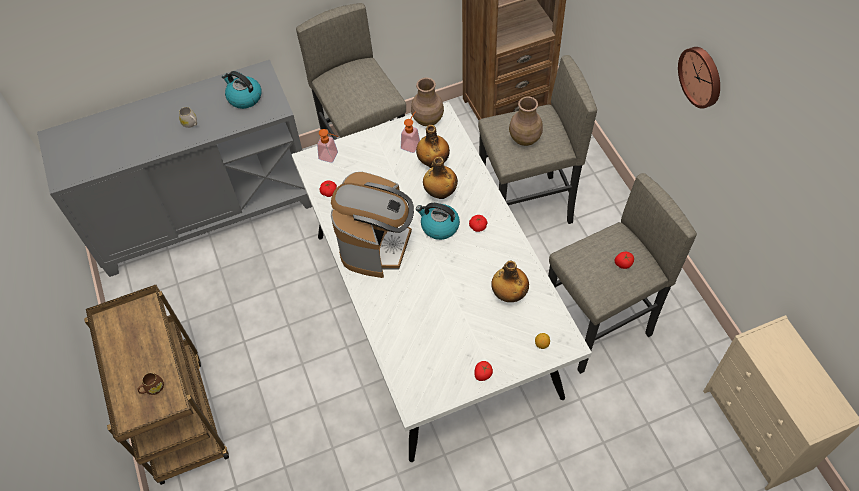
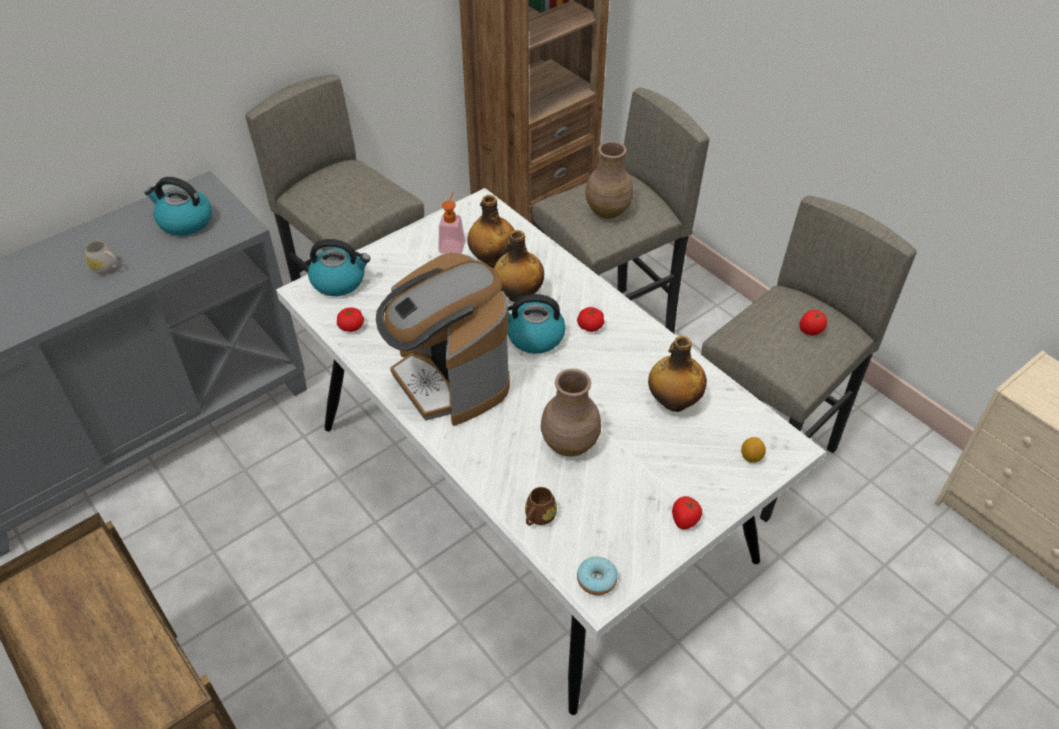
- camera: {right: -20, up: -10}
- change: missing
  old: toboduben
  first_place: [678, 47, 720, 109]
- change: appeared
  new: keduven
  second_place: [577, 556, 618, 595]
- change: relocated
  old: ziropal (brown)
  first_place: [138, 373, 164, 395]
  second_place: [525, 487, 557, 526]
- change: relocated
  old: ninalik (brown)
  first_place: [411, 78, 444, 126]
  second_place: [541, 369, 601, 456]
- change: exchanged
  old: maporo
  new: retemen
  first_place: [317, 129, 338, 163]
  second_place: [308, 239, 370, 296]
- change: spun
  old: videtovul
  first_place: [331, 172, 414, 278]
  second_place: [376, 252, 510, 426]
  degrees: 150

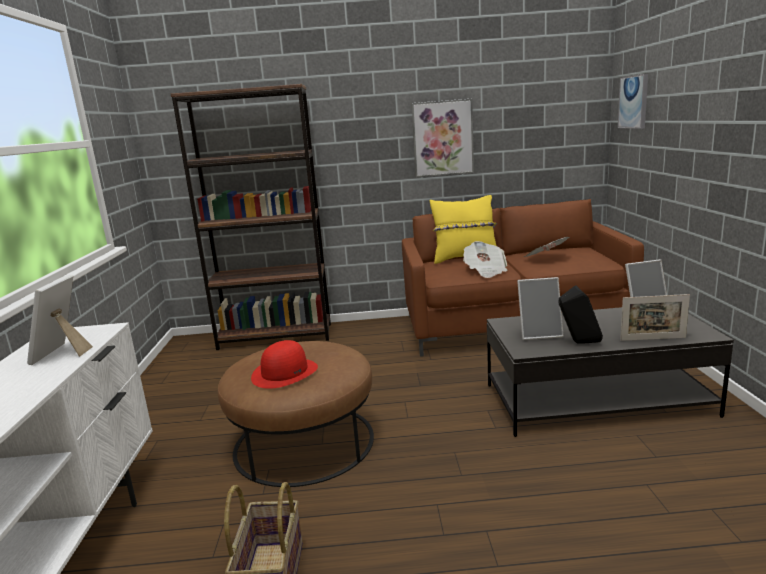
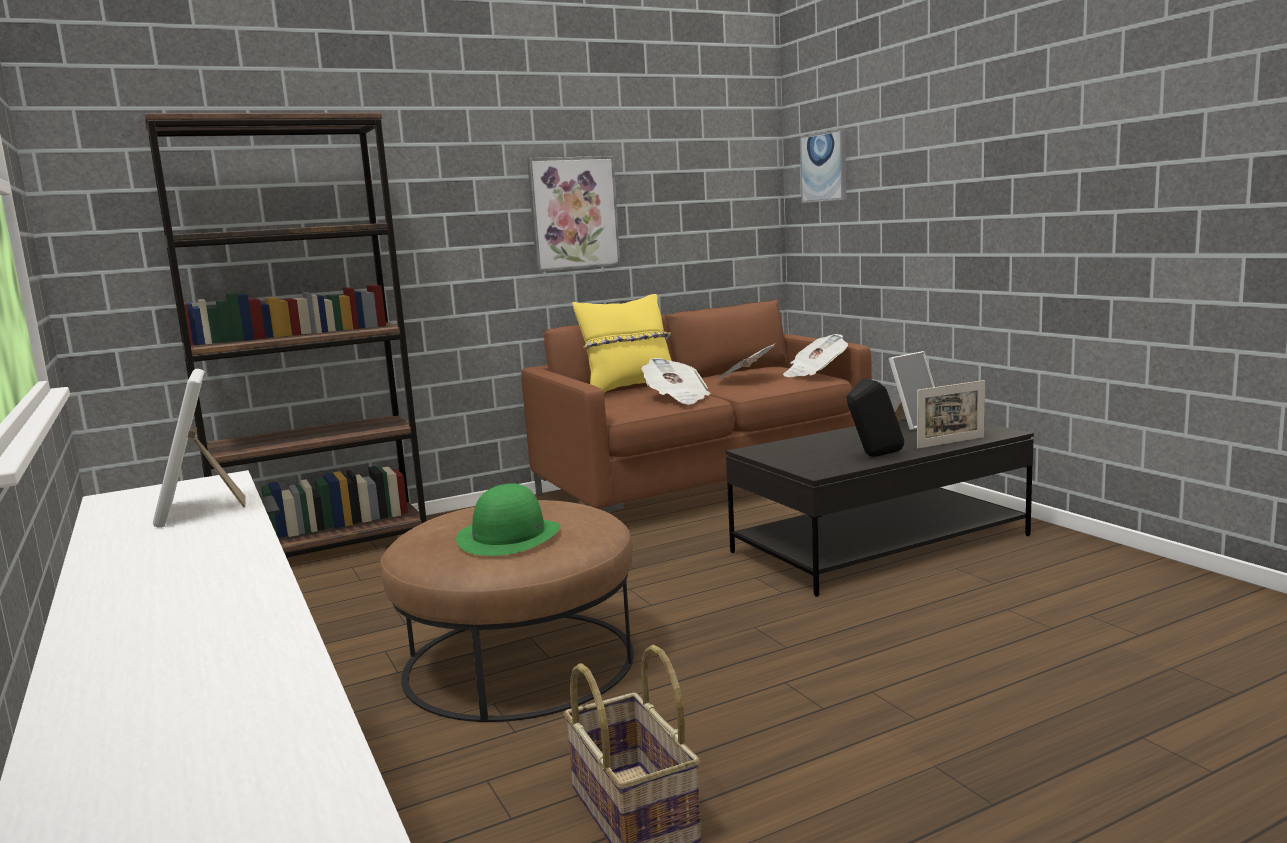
- camera: {right: -25, up: -5}
- change: missing
  old: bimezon
  first_place: [517, 277, 564, 340]
- change: appeared
  new: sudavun
  second_place: [783, 334, 848, 377]
- change: colour
  old: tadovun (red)
  new: tadovun (green)
  first_place: [251, 340, 318, 389]
  second_place: [456, 483, 561, 556]

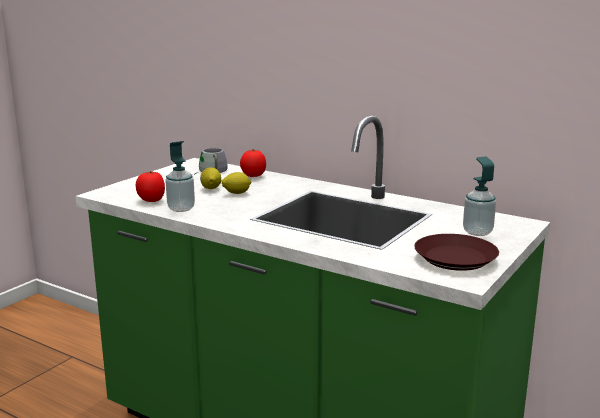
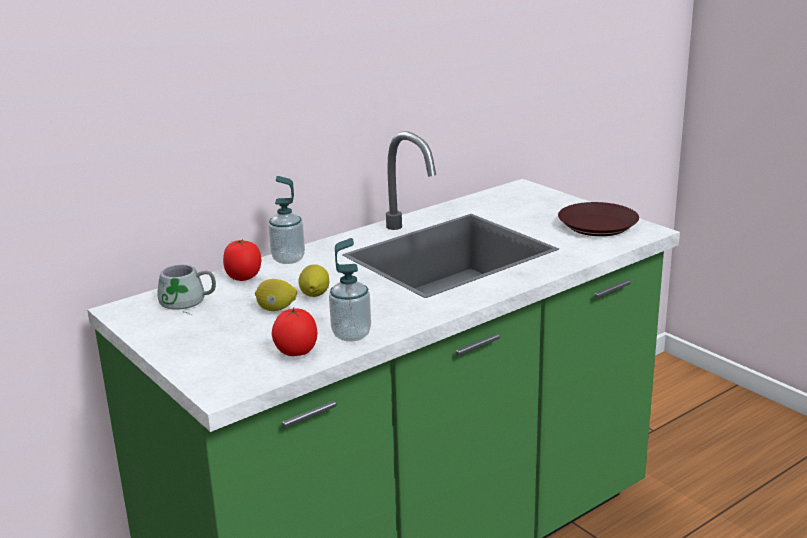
- camera: {right: -70, up: 5}
- change: relocated
  old: maporo
  first_place: [463, 156, 496, 236]
  second_place: [268, 176, 305, 264]

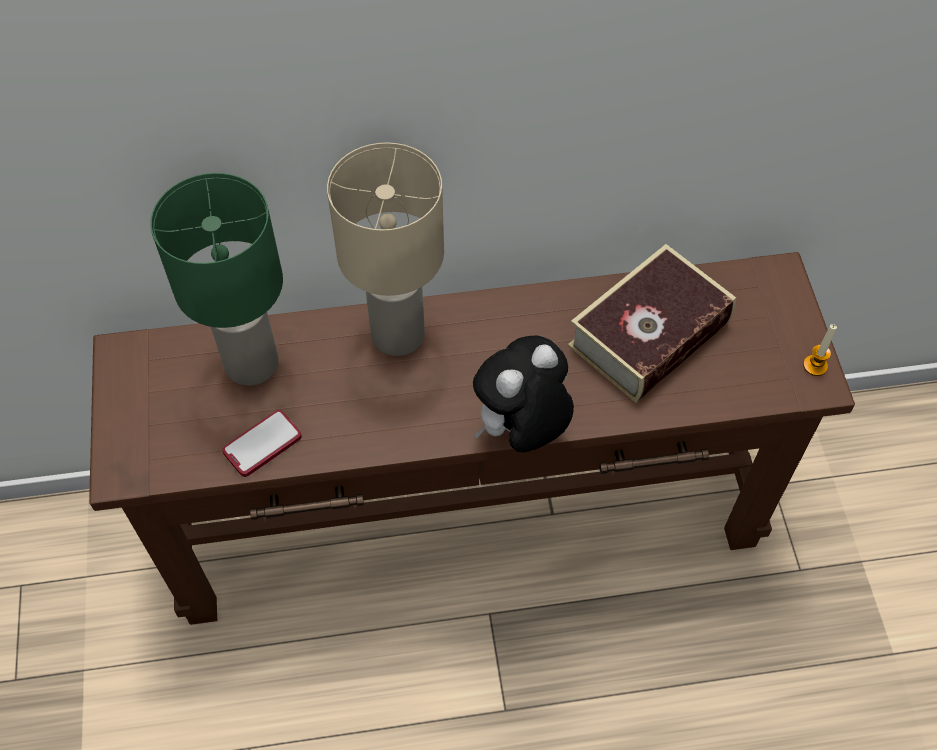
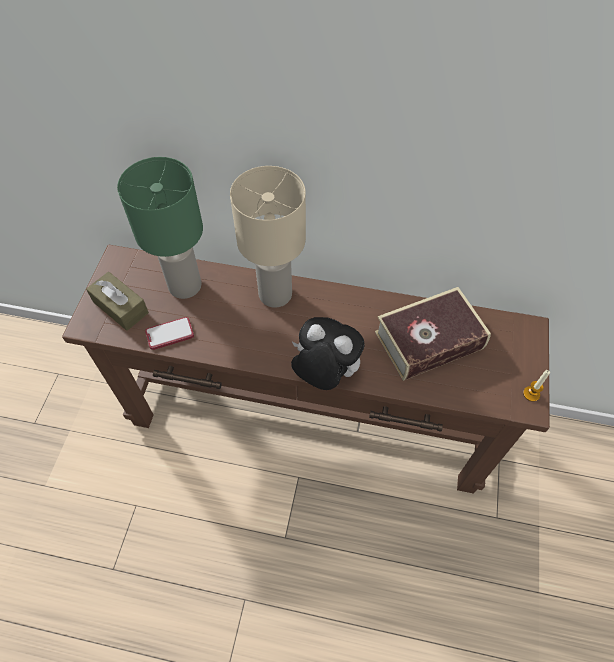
- camera: {right: 20, up: 0}
- change: appeared
  new: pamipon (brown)
  second_place: [86, 272, 149, 331]
- change: spun
  old: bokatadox
  first_place: [473, 335, 574, 452]
  second_place: [291, 317, 365, 390]
  degrees: 45

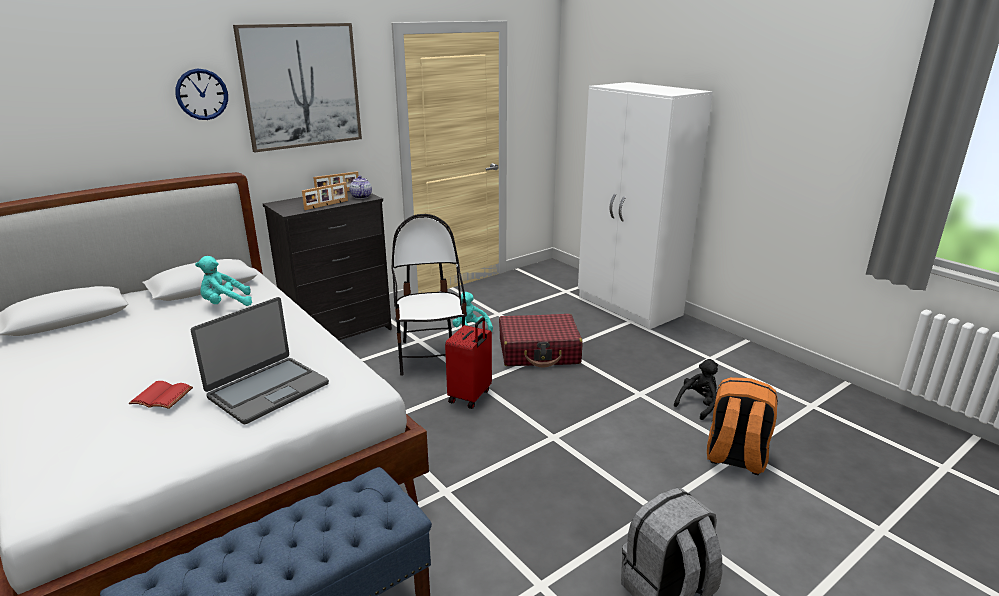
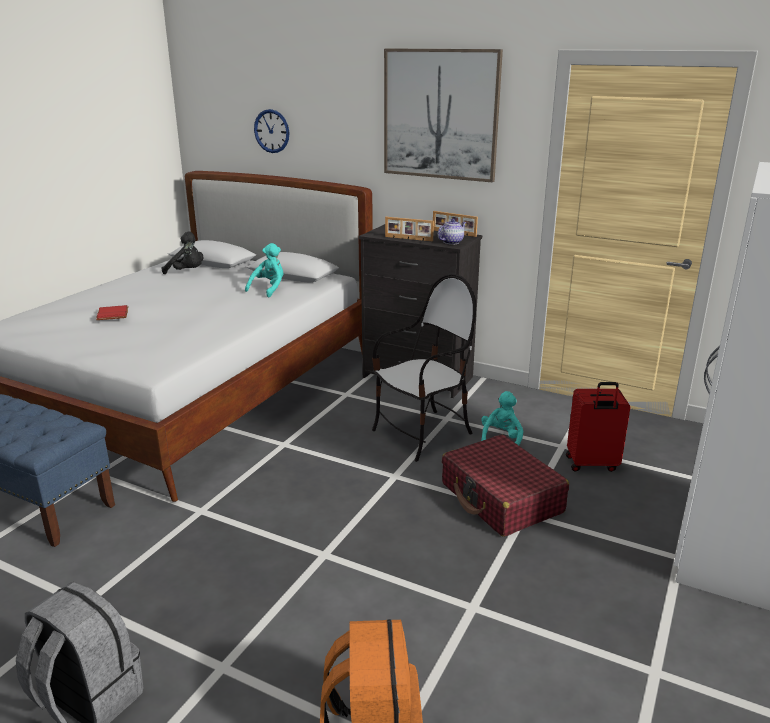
- camera: {right: 65, up: 0}
- change: missing
  old: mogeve
  first_place: [191, 297, 329, 424]
- change: relocated
  old: toboduben
  first_place: [175, 68, 228, 120]
  second_place: [254, 109, 289, 153]
- change: relocated
  old: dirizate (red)
  first_place: [445, 317, 492, 409]
  second_place: [566, 382, 630, 472]
- change: relocated
  old: bokatadox (black)
  first_place: [674, 359, 718, 420]
  second_place: [162, 232, 203, 274]
- change: spun
  old: bokatadox (turquoise)
  first_place: [195, 256, 252, 306]
  second_place: [245, 243, 283, 297]
  degrees: 75

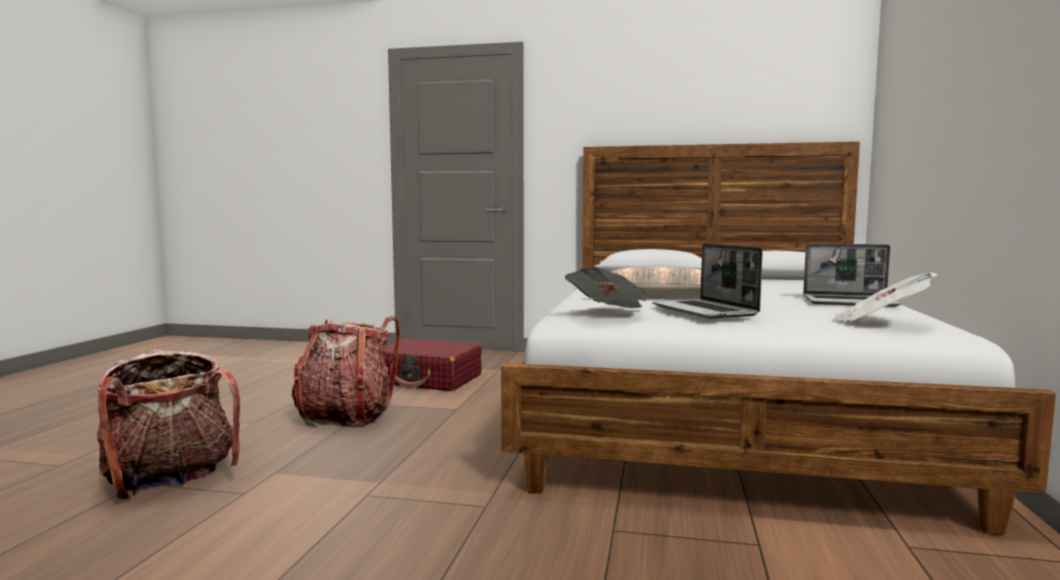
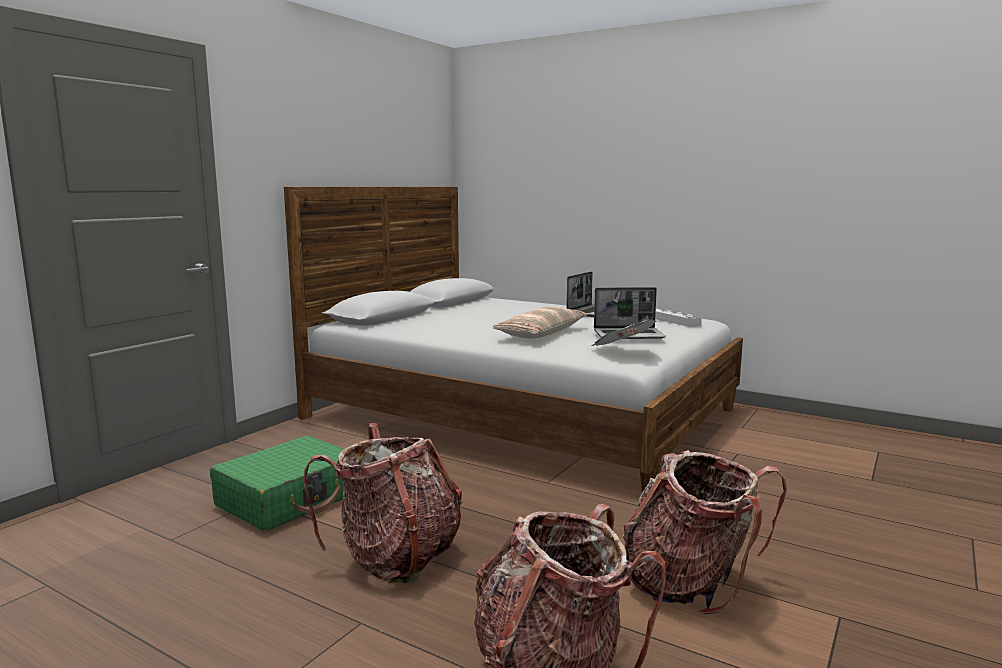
- camera: {right: -70, up: 5}
- change: appeared
  new: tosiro
  second_place: [623, 450, 787, 615]
- change: exchanged
  old: sudavun
  new: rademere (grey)
  first_place: [829, 272, 938, 321]
  second_place: [655, 309, 702, 327]
- change: colour
  old: dirizate (red)
  new: dirizate (green)
  first_place: [384, 338, 482, 391]
  second_place: [210, 436, 344, 531]

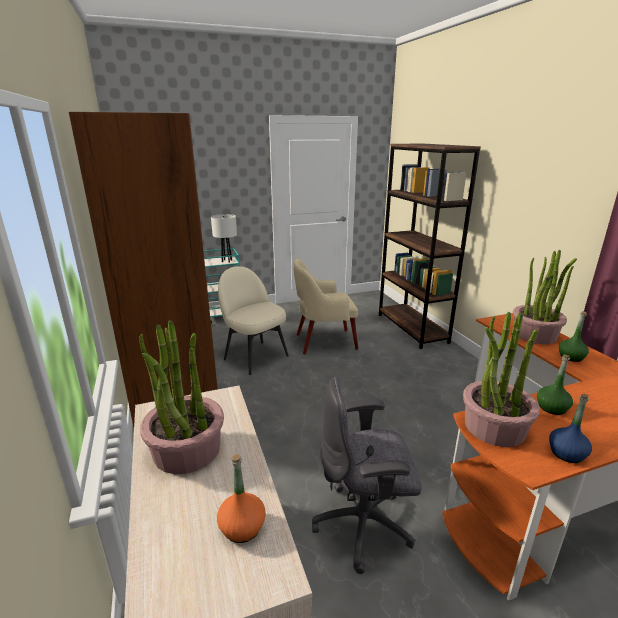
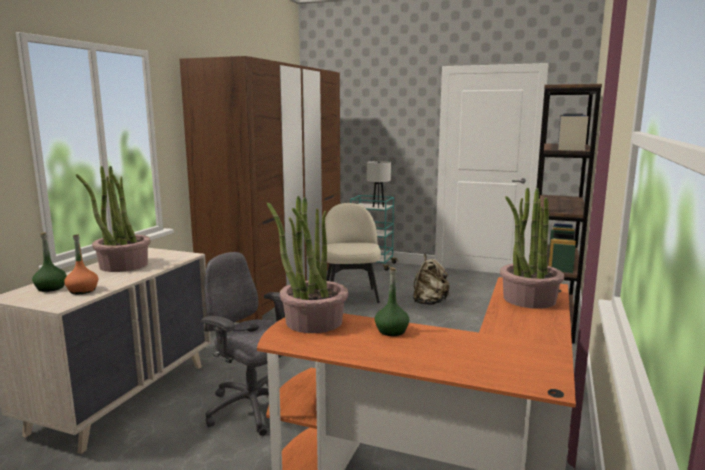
- camera: {right: 40, up: -10}
- change: missing
  old: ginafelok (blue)
  first_place: [549, 394, 592, 463]
- change: relocated
  old: ginafelok (green)
  first_place: [559, 311, 589, 362]
  second_place: [32, 232, 67, 292]
- change: exchanged
  old: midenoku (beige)
  new: tosiro (beige)
  first_place: [293, 258, 358, 354]
  second_place: [413, 254, 450, 305]

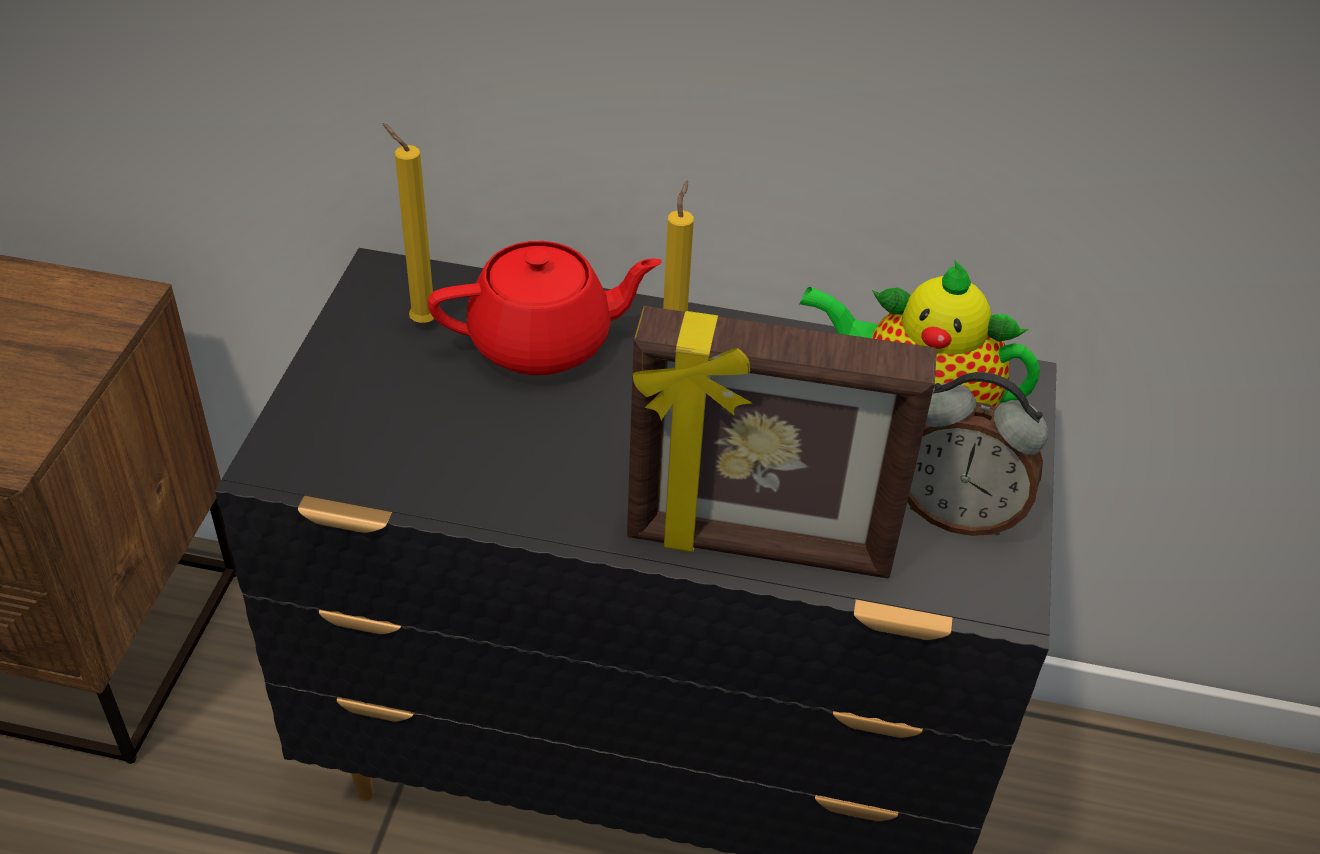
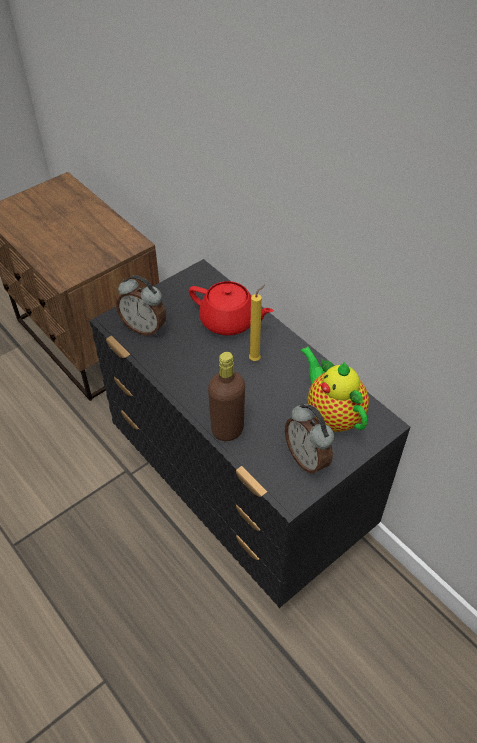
- camera: {right: 40, up: 5}
- change: missing
  old: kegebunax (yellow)
  first_place: [382, 123, 434, 323]
- change: appeared
  new: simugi
  second_place: [116, 275, 166, 336]
- change: exchanged
  old: bimezon
  new: ginafelok (brown)
  first_place: [627, 306, 937, 578]
  second_place: [208, 352, 245, 441]

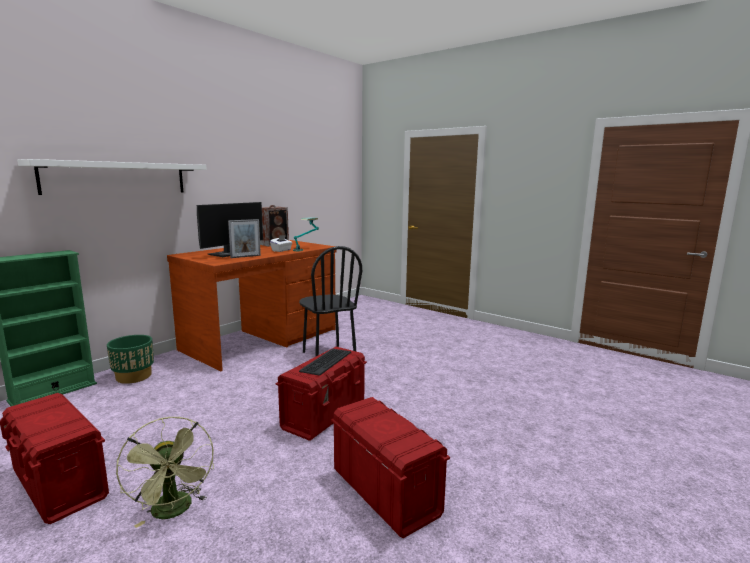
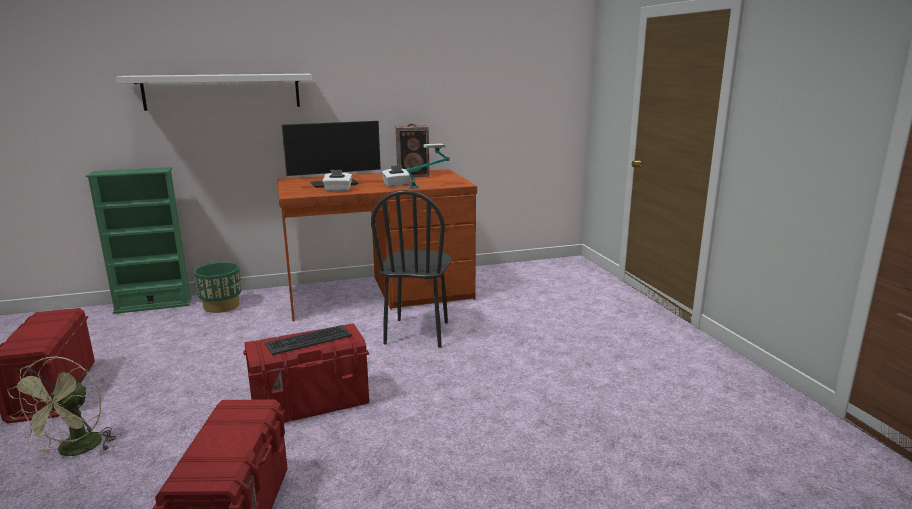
- camera: {right: 35, up: 5}
- change: exchanged
  old: bimezon
  new: pamipon (white)
  first_place: [228, 219, 261, 258]
  second_place: [322, 169, 352, 191]

